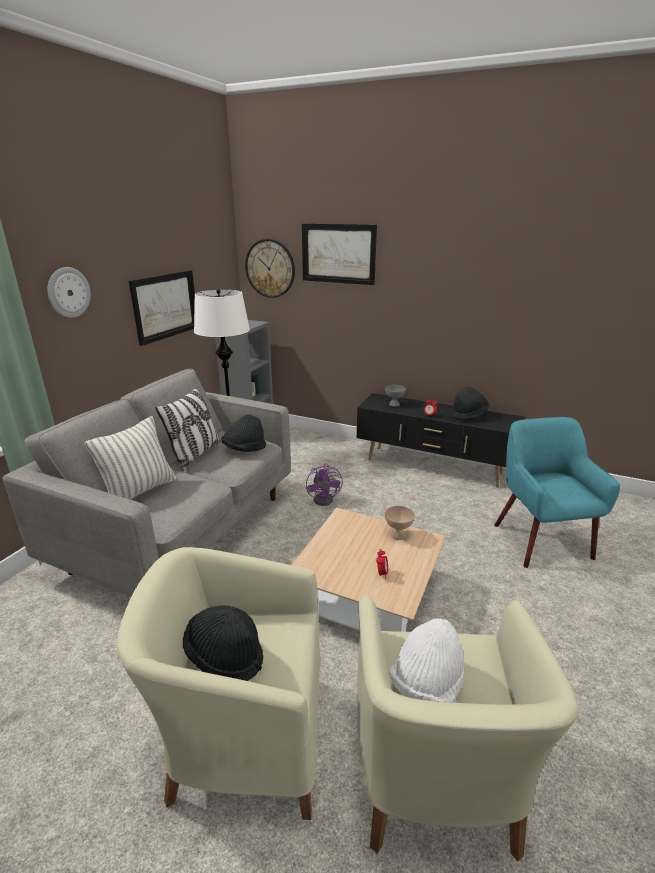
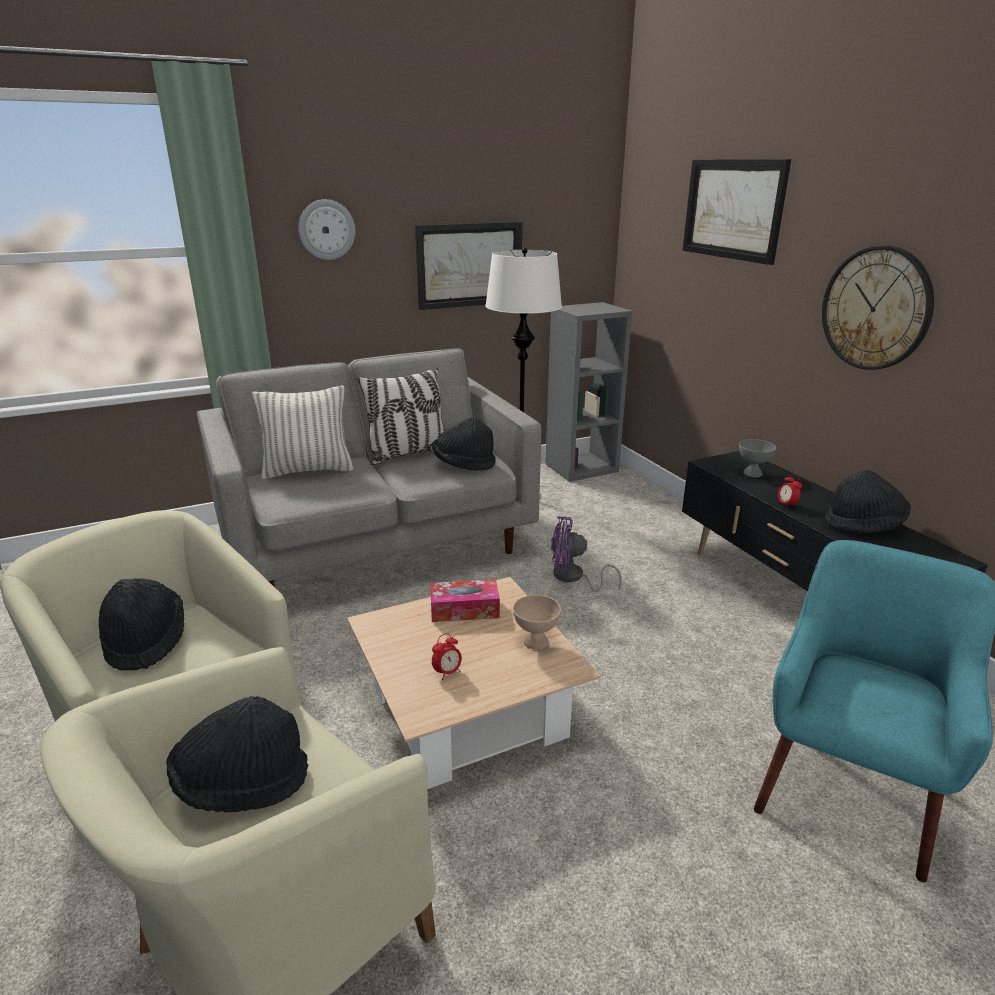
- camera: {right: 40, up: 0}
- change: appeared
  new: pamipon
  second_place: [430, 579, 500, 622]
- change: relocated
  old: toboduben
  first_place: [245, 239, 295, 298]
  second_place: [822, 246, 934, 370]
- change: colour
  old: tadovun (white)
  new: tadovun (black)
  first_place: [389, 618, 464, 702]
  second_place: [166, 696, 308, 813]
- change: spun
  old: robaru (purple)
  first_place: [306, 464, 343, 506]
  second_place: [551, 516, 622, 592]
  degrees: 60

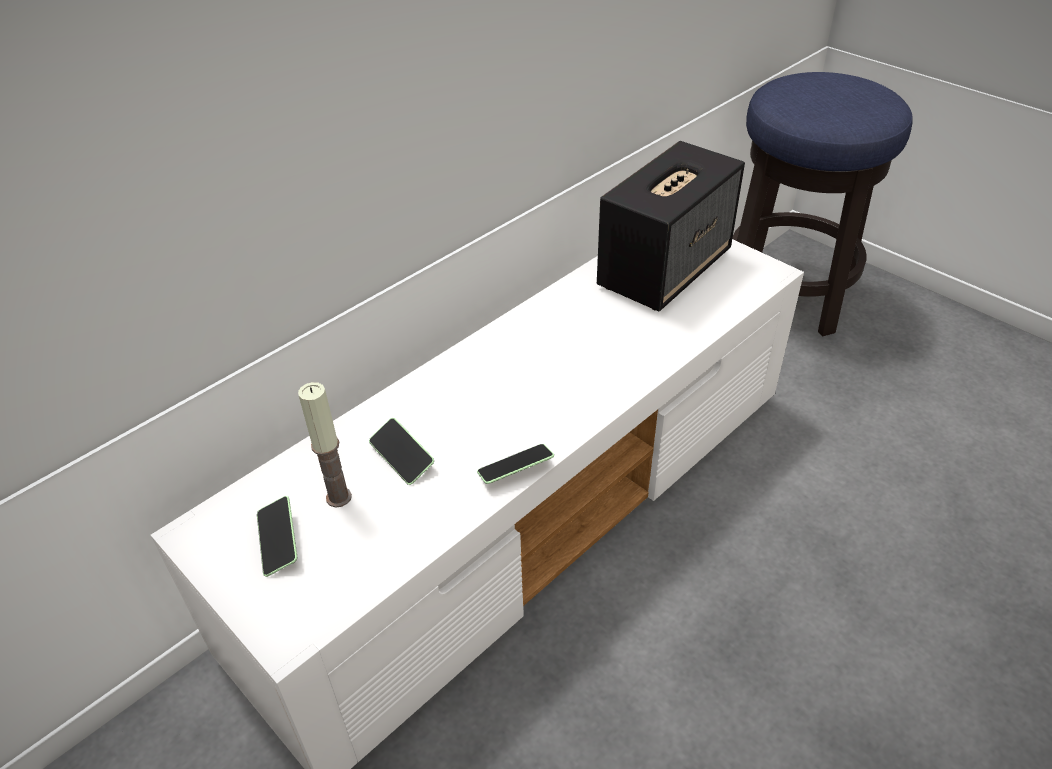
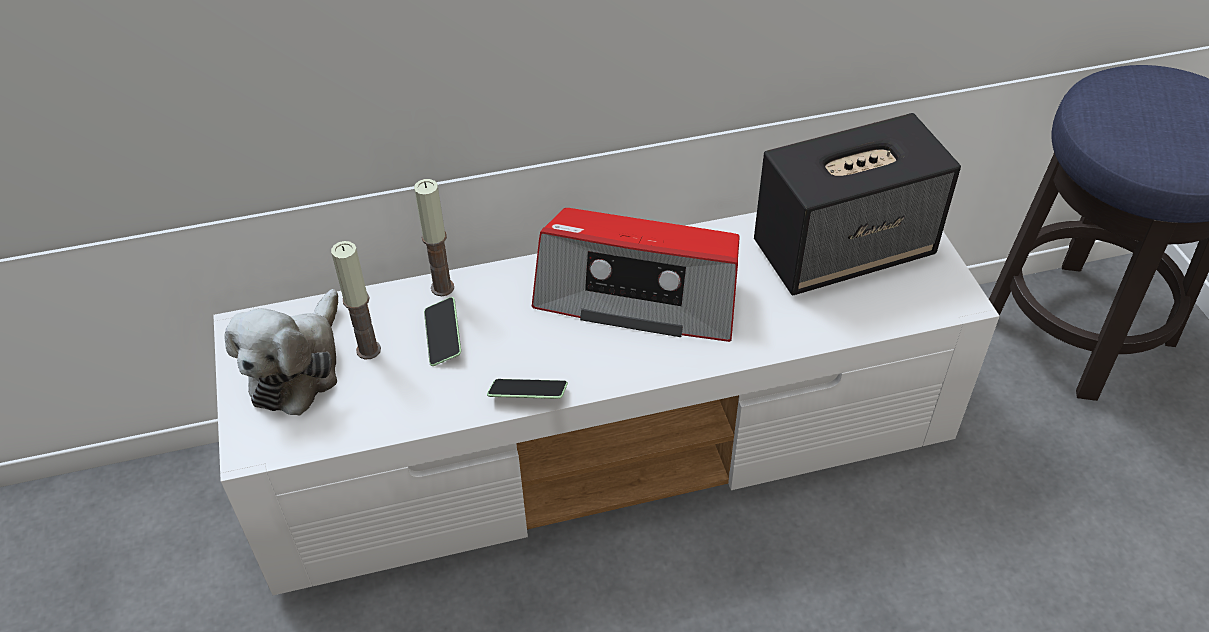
- camera: {right: 30, up: 5}
- change: appeared
  new: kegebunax
  second_place: [414, 179, 454, 296]
- change: appeared
  new: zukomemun
  second_place: [532, 208, 739, 342]
- change: exchanged
  old: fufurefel
  new: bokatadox
  first_place: [257, 496, 297, 577]
  second_place: [224, 289, 338, 416]

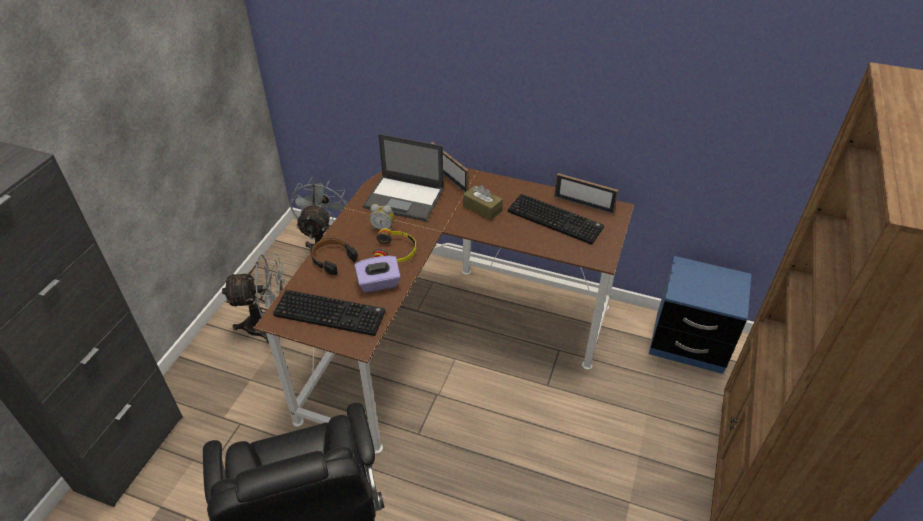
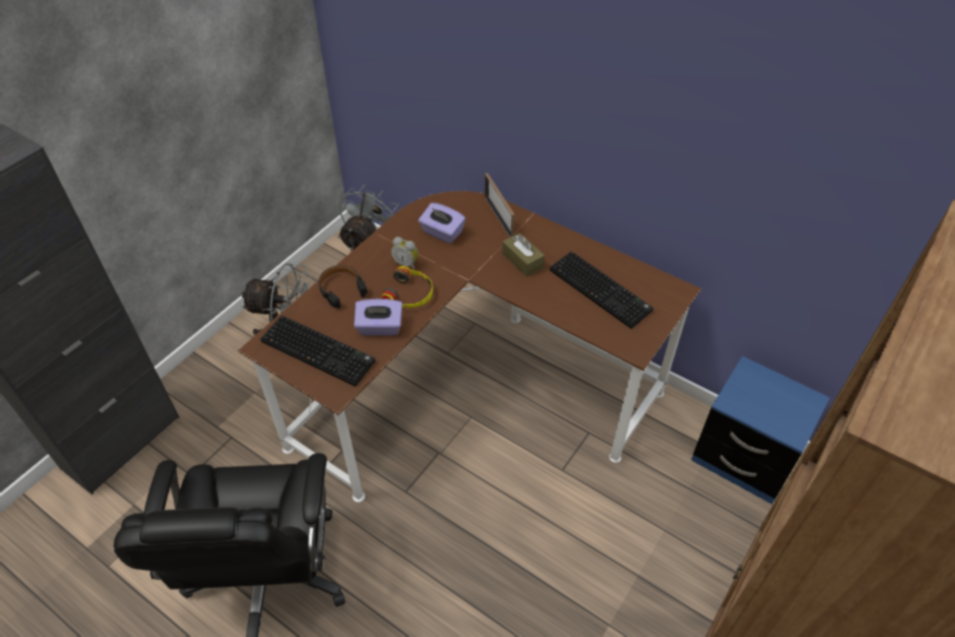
- camera: {right: 15, up: 5}
- change: missing
  old: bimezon
  first_place: [554, 173, 618, 214]
- change: exchanged
  old: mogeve
  new: pamipon (purple)
  first_place: [363, 134, 444, 222]
  second_place: [418, 203, 466, 244]

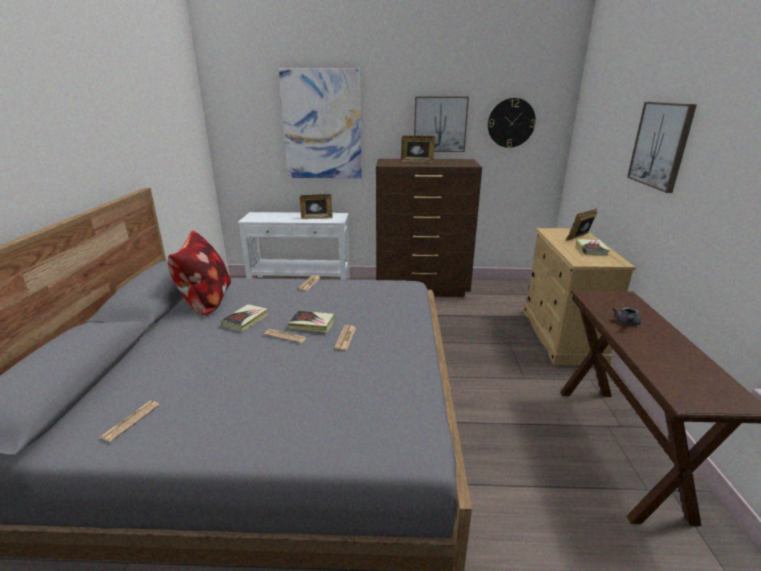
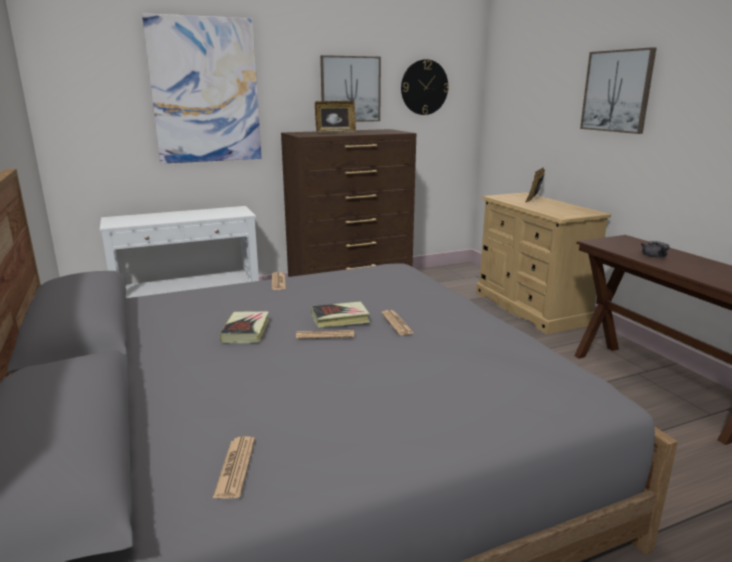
- camera: {right: -25, up: -5}
- change: missing
  old: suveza
  first_place: [168, 231, 231, 315]
- change: missing
  old: bimezon
  first_place: [300, 194, 333, 219]
- change: missing
  old: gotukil
  first_place: [576, 239, 610, 256]

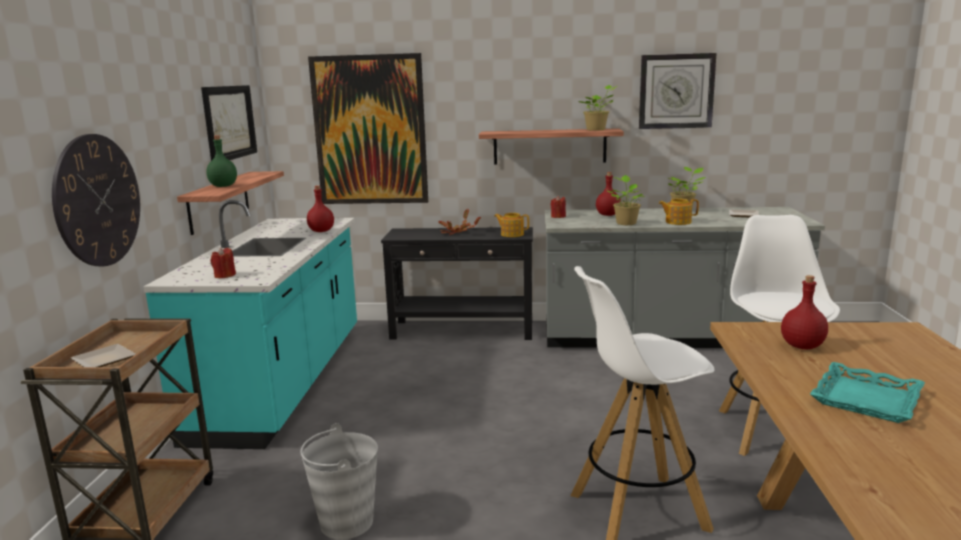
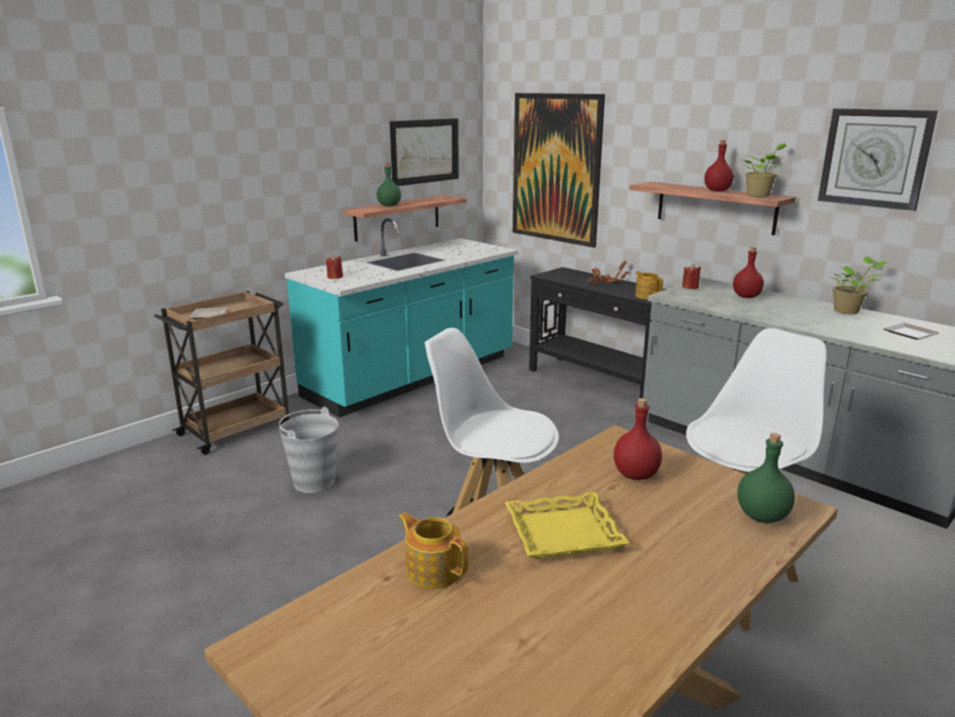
- camera: {right: 40, up: 5}
- change: missing
  old: toboduben
  first_place: [52, 134, 140, 266]
- change: missing
  old: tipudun
  first_place: [608, 175, 645, 225]
- change: appeared
  new: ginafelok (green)
  second_place: [737, 433, 795, 523]
- change: relocated
  old: ginafelok (red)
  first_place: [307, 185, 334, 232]
  second_place: [704, 140, 734, 191]
- change: relocated
  old: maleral
  first_place: [659, 199, 699, 225]
  second_place: [398, 512, 469, 589]
- change: colour
  old: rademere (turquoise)
  new: rademere (yellow)
  first_place: [810, 362, 925, 423]
  second_place: [505, 492, 630, 559]

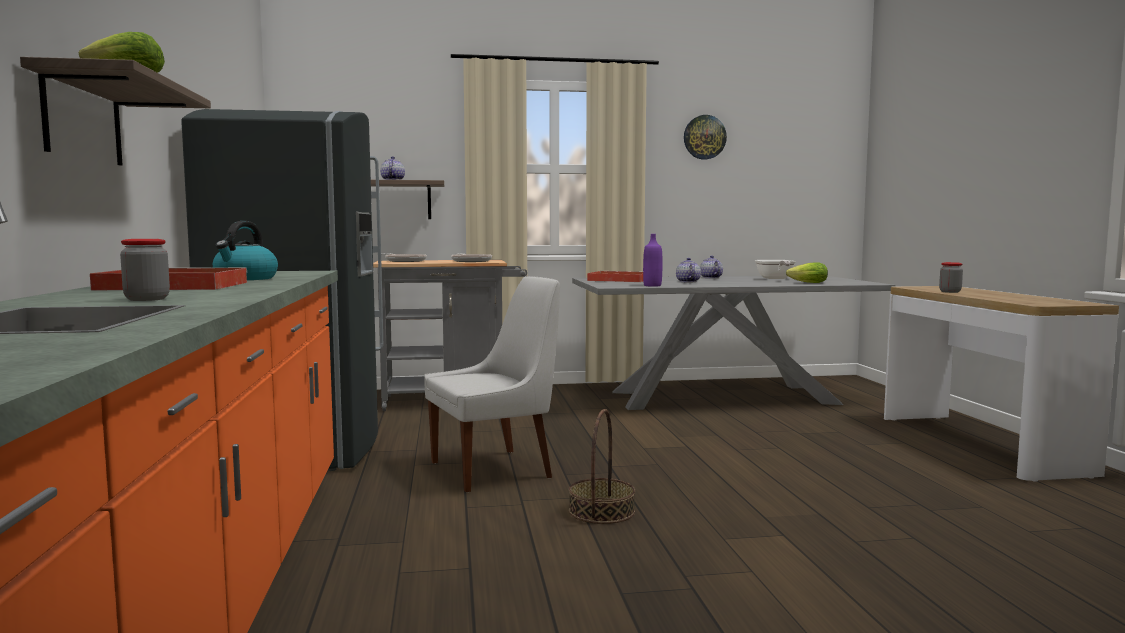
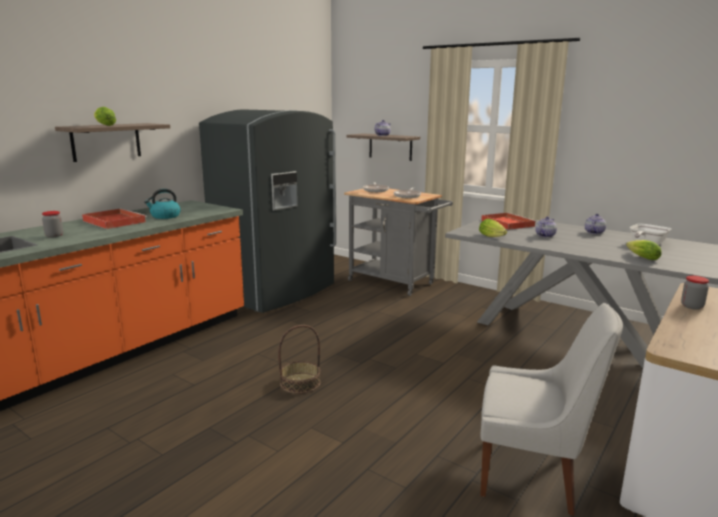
- camera: {right: 45, up: 10}
- change: missing
  old: toboduben
  first_place: [684, 115, 727, 160]
- change: relocated
  old: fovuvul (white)
  first_place: [424, 276, 560, 492]
  second_place: [480, 303, 623, 516]
- change: exchanged
  old: ginafelok (purple)
  new: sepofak
  first_place: [643, 234, 663, 287]
  second_place: [479, 219, 507, 237]

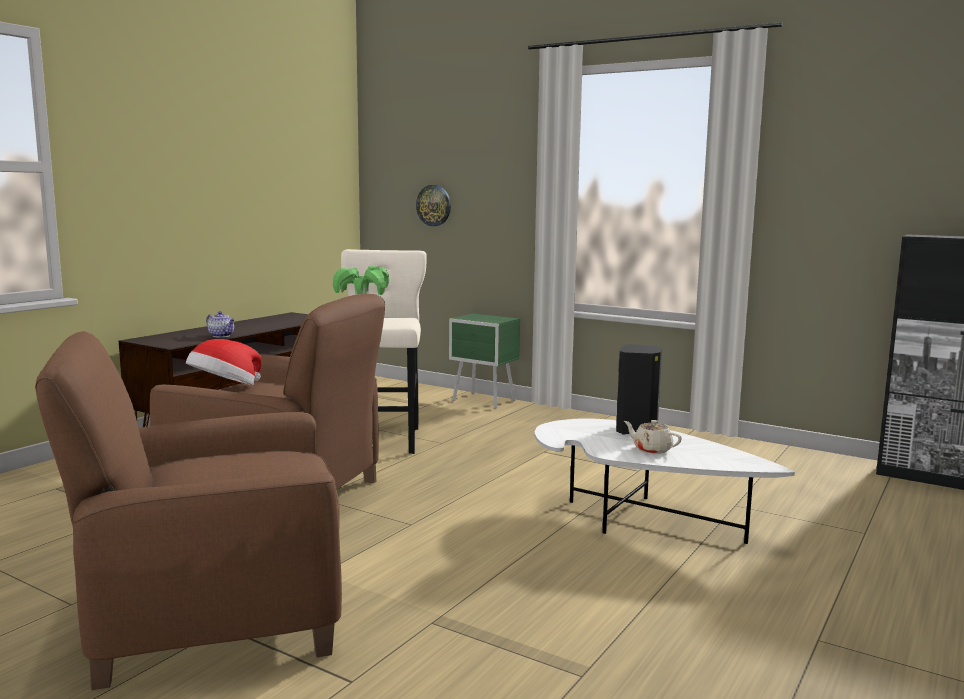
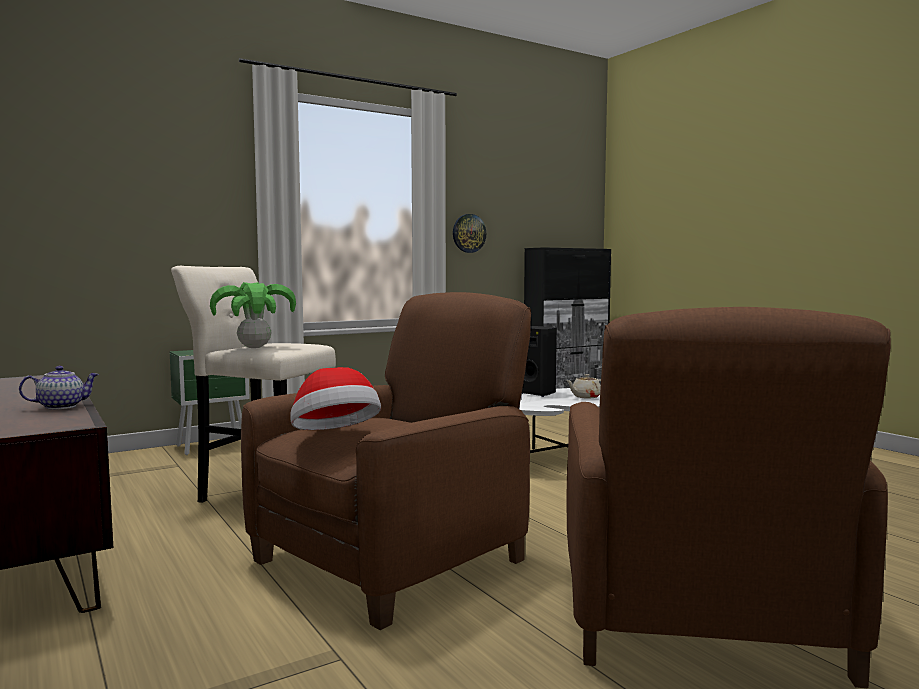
- camera: {right: -65, up: -5}
- change: relocated
  old: toboduben
  first_place: [416, 185, 451, 226]
  second_place: [453, 214, 486, 253]

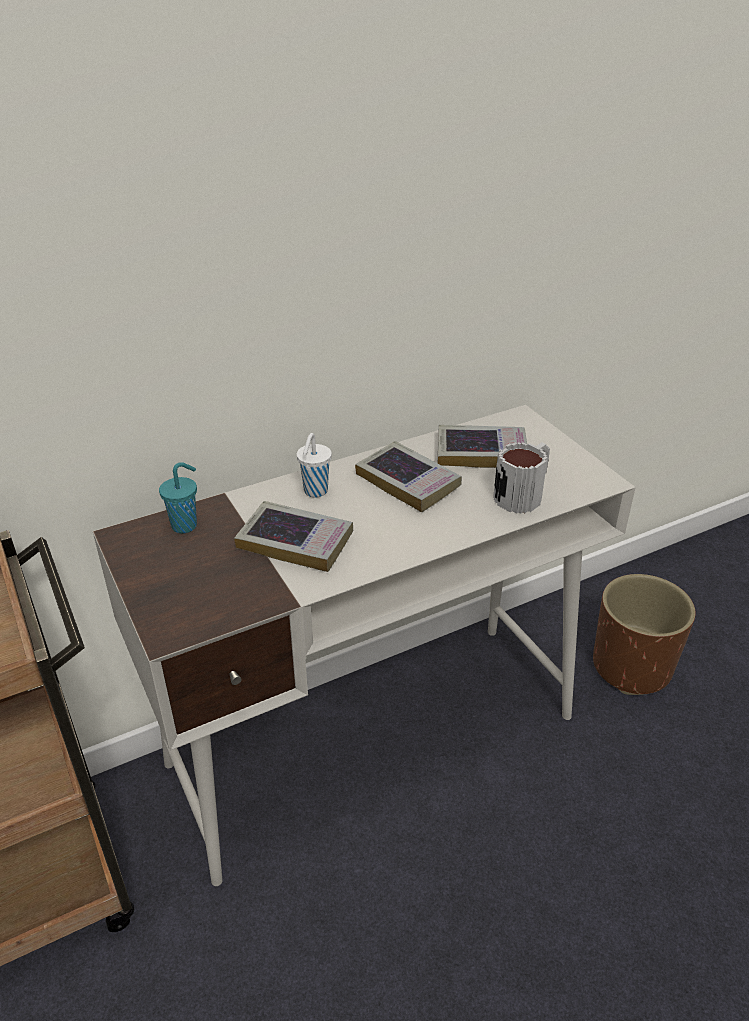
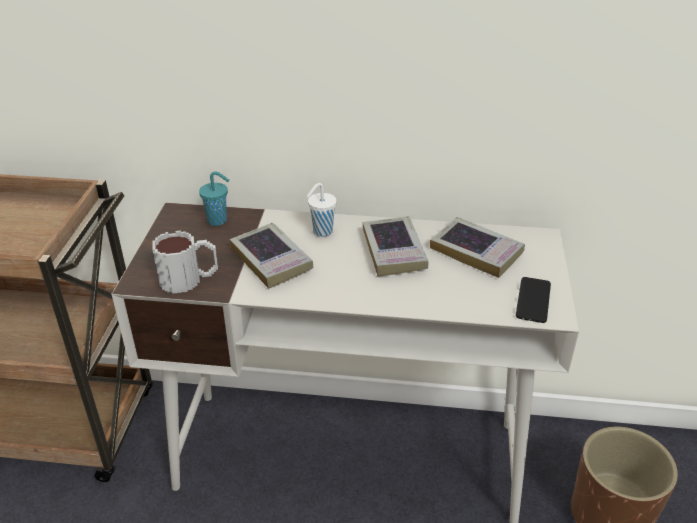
- camera: {right: 35, up: 0}
- change: appeared
  new: fufurefel
  second_place: [516, 277, 551, 323]
- change: relocated
  old: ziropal
  first_place: [493, 442, 550, 513]
  second_place: [152, 231, 218, 293]

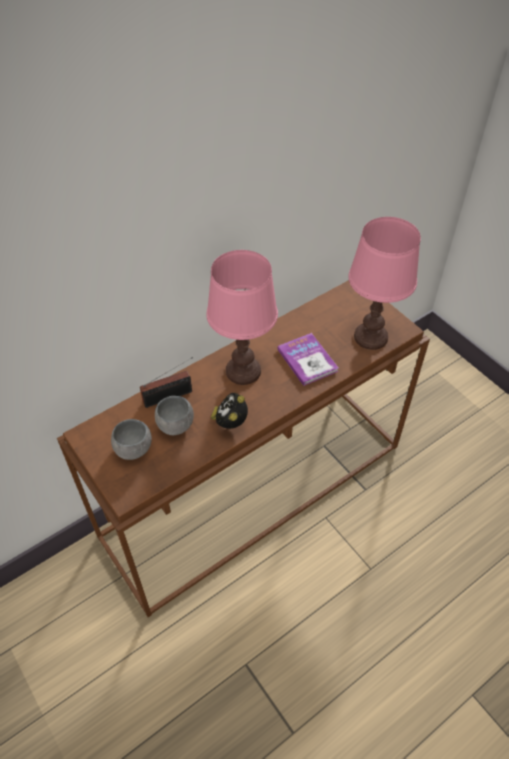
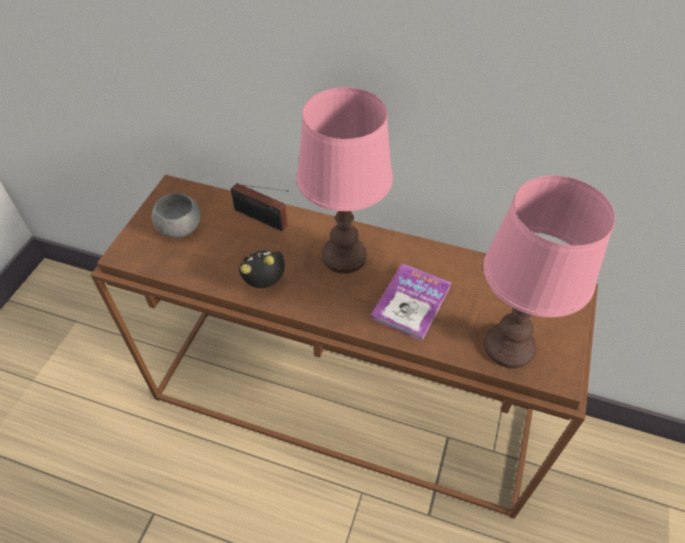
- camera: {right: 55, up: 0}
- change: missing
  old: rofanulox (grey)
  first_place: [155, 396, 194, 435]

